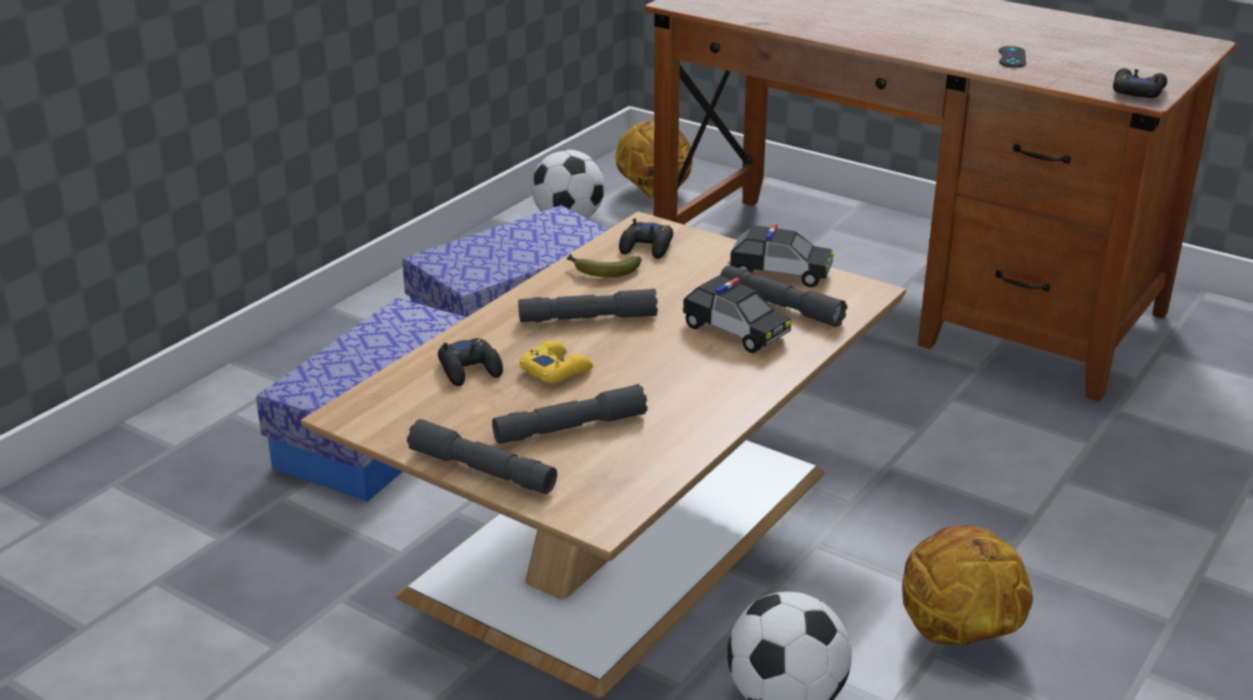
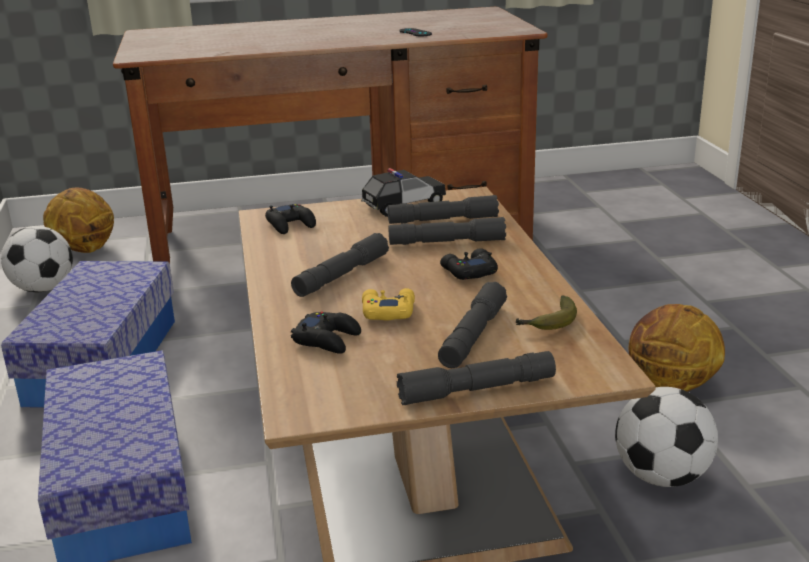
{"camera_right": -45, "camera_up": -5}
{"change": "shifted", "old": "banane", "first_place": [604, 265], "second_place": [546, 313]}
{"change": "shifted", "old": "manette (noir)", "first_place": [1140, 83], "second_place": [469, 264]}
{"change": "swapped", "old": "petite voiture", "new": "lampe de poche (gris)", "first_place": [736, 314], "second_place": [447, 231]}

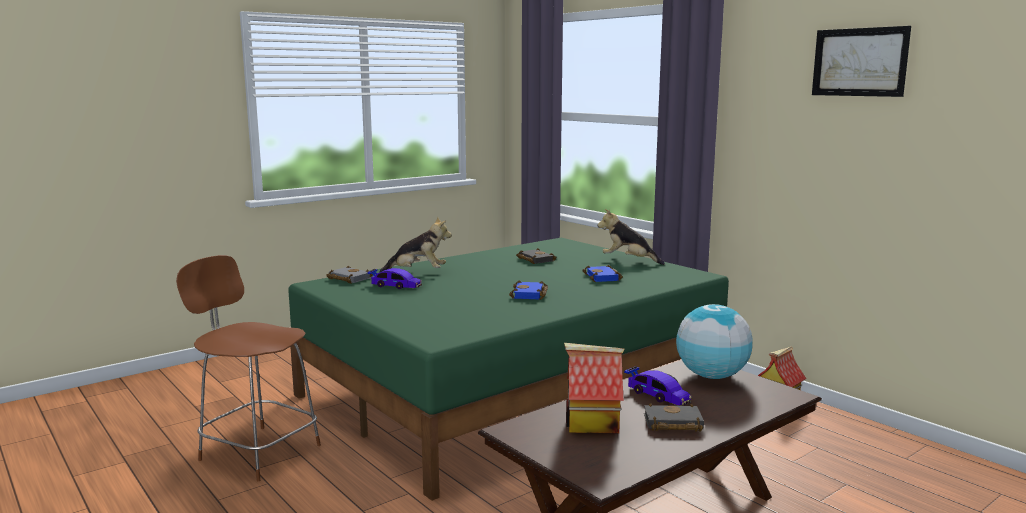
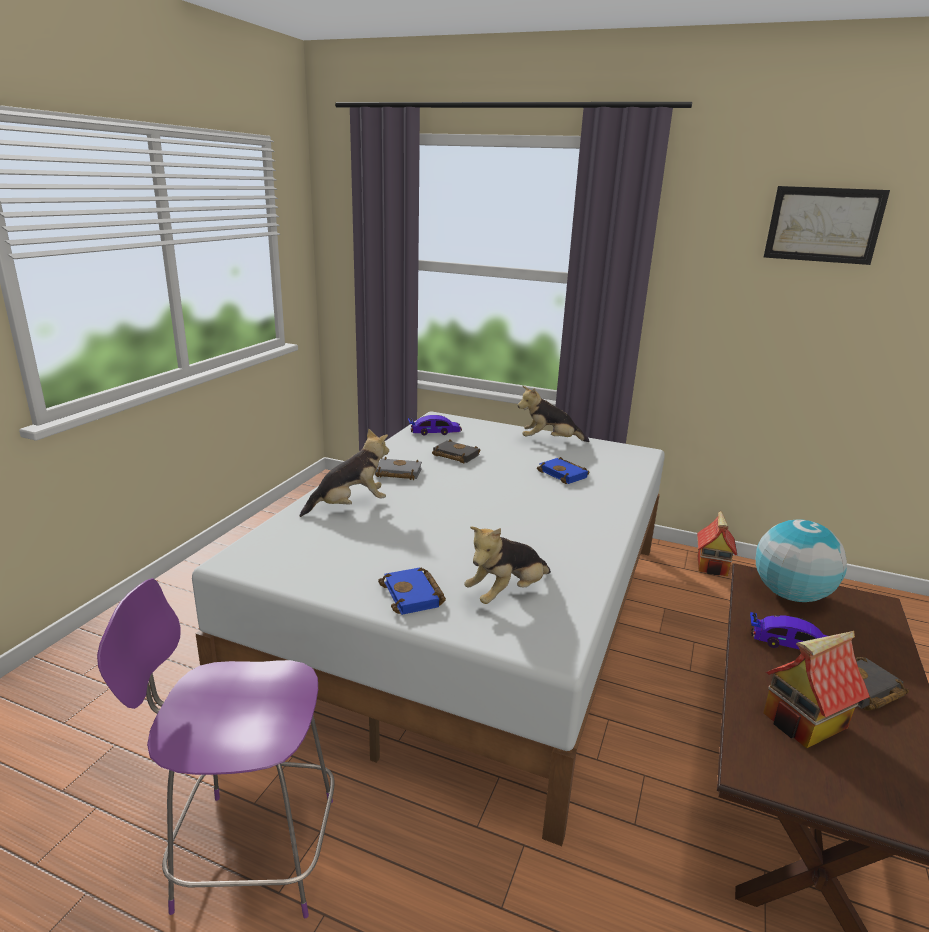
{"camera_right": -30, "camera_up": 10}
{"change": "new", "new": "peluche", "second_place": [507, 565]}
{"change": "shifted", "old": "livre (gris)", "first_place": [349, 275], "second_place": [398, 468]}
{"change": "shifted", "old": "petite voiture", "first_place": [394, 278], "second_place": [435, 425]}
{"change": "shifted", "old": "livre (bleu)", "first_place": [528, 290], "second_place": [412, 591]}
{"change": "repainted", "old": "tabouret (marron)", "new": "tabouret (violet)", "first_place": [248, 368], "second_place": [216, 748]}
{"change": "repainted", "old": "lit (vert)", "new": "lit (blanc)", "first_place": [508, 369], "second_place": [428, 628]}

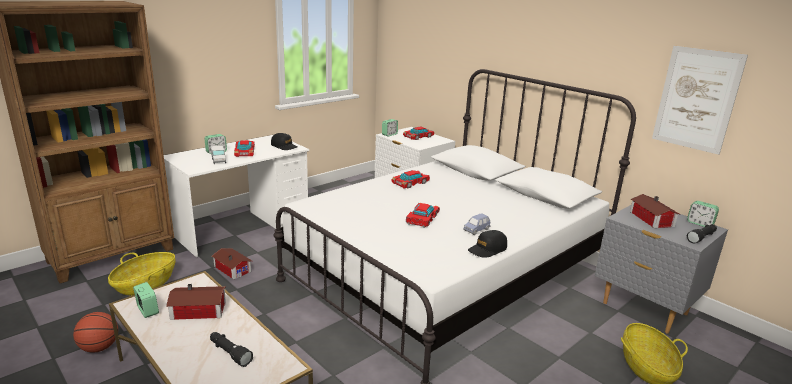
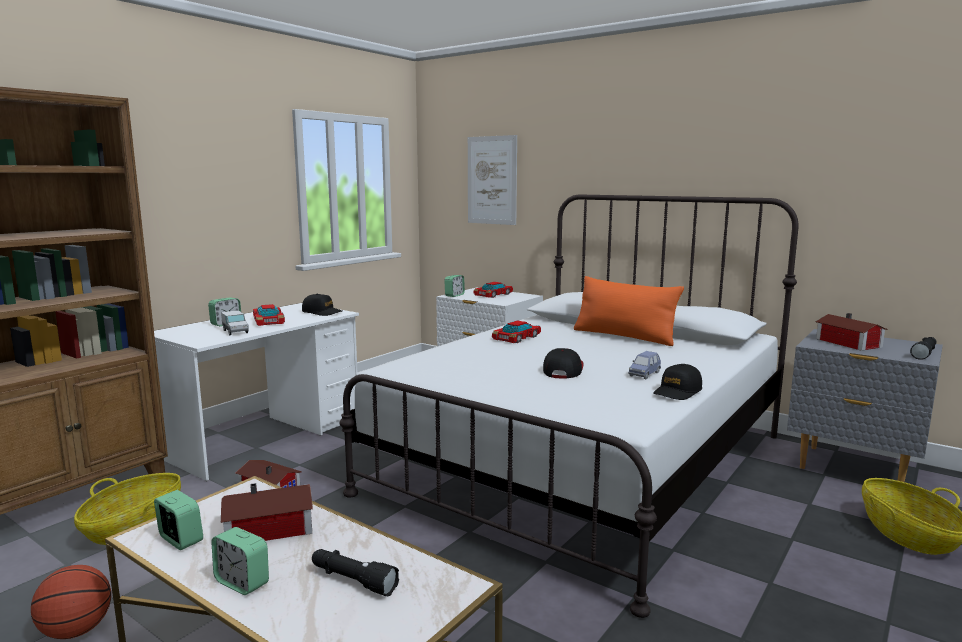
{"camera_right": -10, "camera_up": -10}
{"change": "new", "new": "coussin (orange)", "second_place": [629, 311]}
{"change": "shifted", "old": "tableau", "first_place": [700, 100], "second_place": [492, 180]}
{"change": "shifted", "old": "réveil", "first_place": [703, 214], "second_place": [240, 561]}
{"change": "swapped", "old": "petite voiture", "new": "casquette", "first_place": [423, 215], "second_place": [563, 363]}

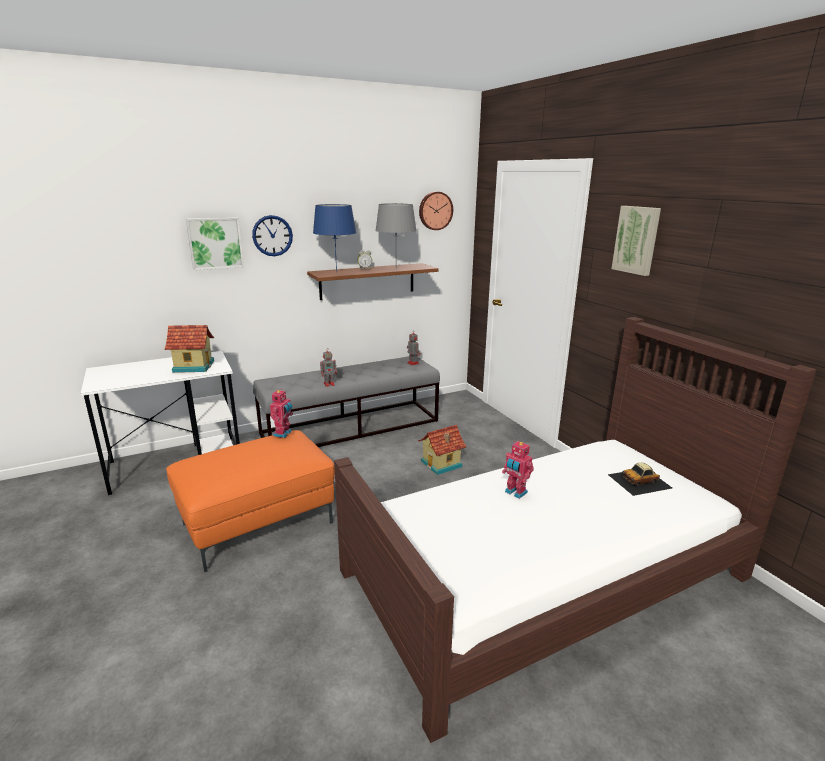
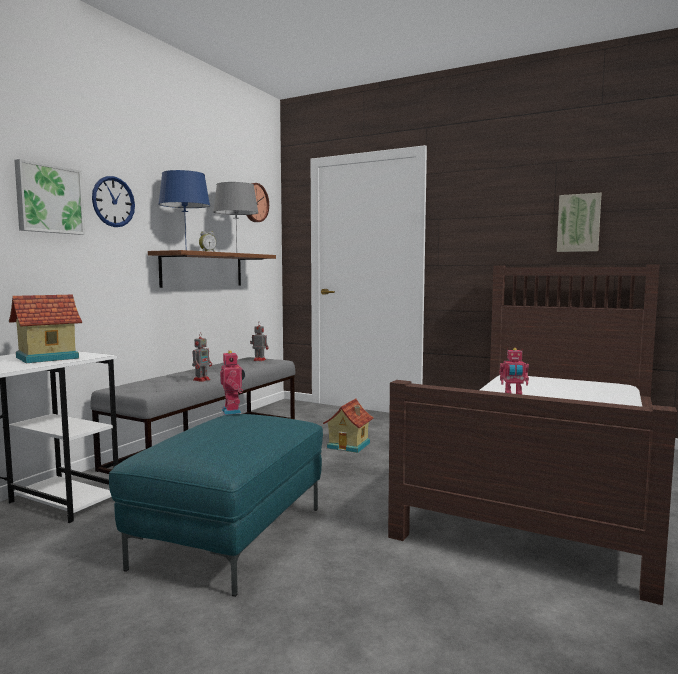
{"camera_right": -35, "camera_up": -15}
{"change": "gone", "old": "petite voiture", "first_place": [640, 479]}
{"change": "shifted", "old": "tableau", "first_place": [636, 241], "second_place": [579, 222]}
{"change": "repainted", "old": "pouf (orange)", "new": "pouf (turquoise)", "first_place": [250, 501], "second_place": [216, 505]}

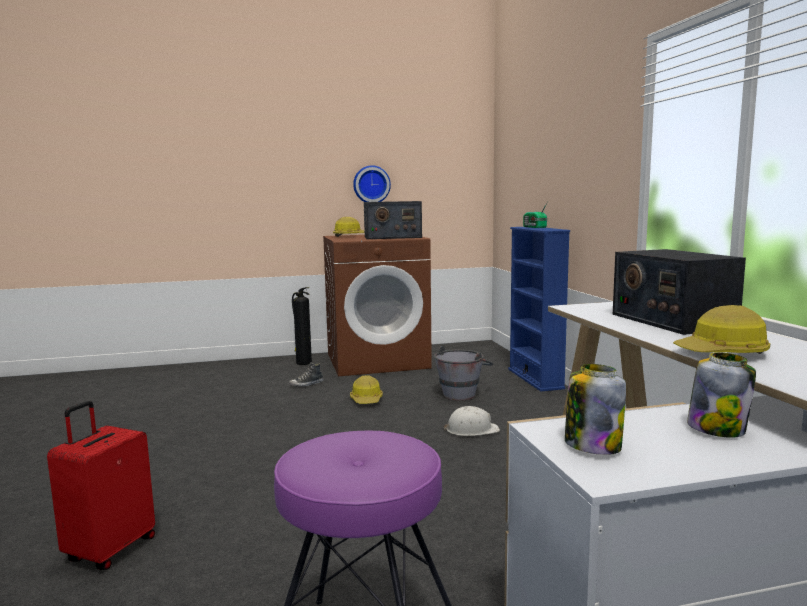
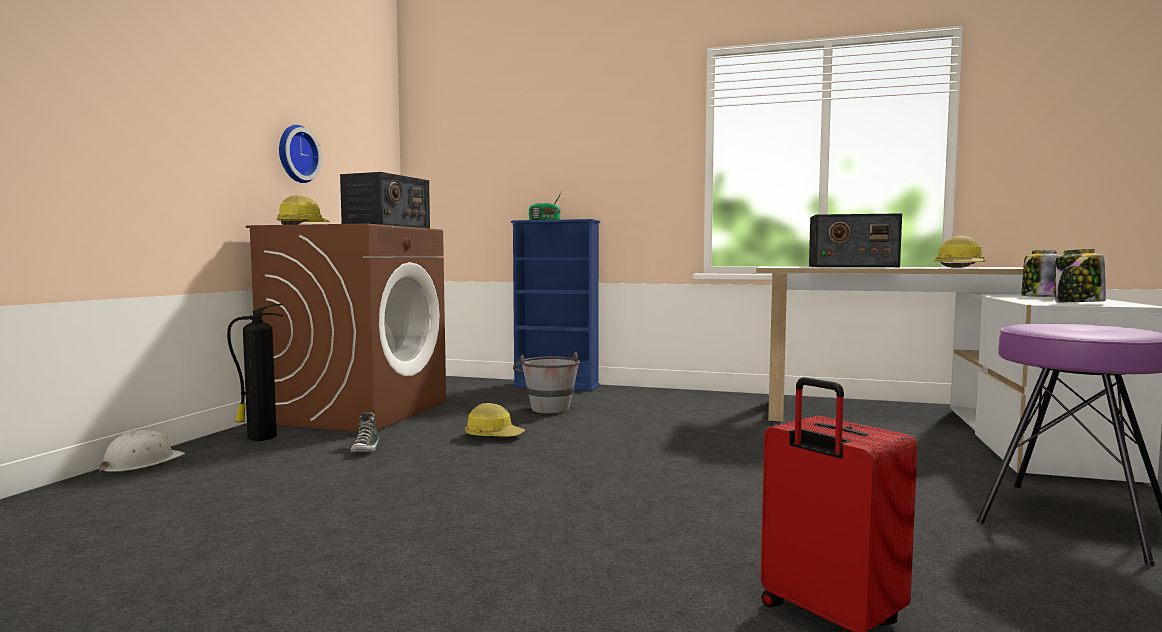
{"camera_right": -60, "camera_up": -5}
{"change": "shifted", "old": "casque de chantier (blanc)", "first_place": [471, 421], "second_place": [142, 452]}

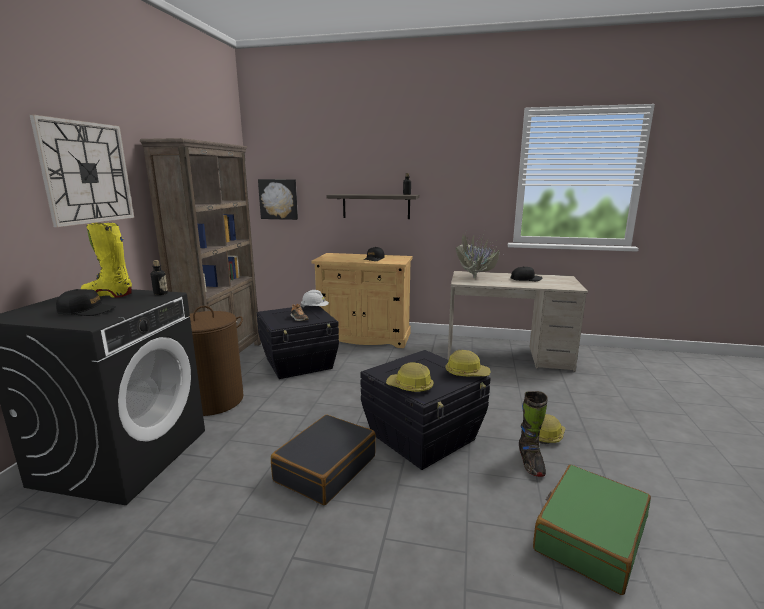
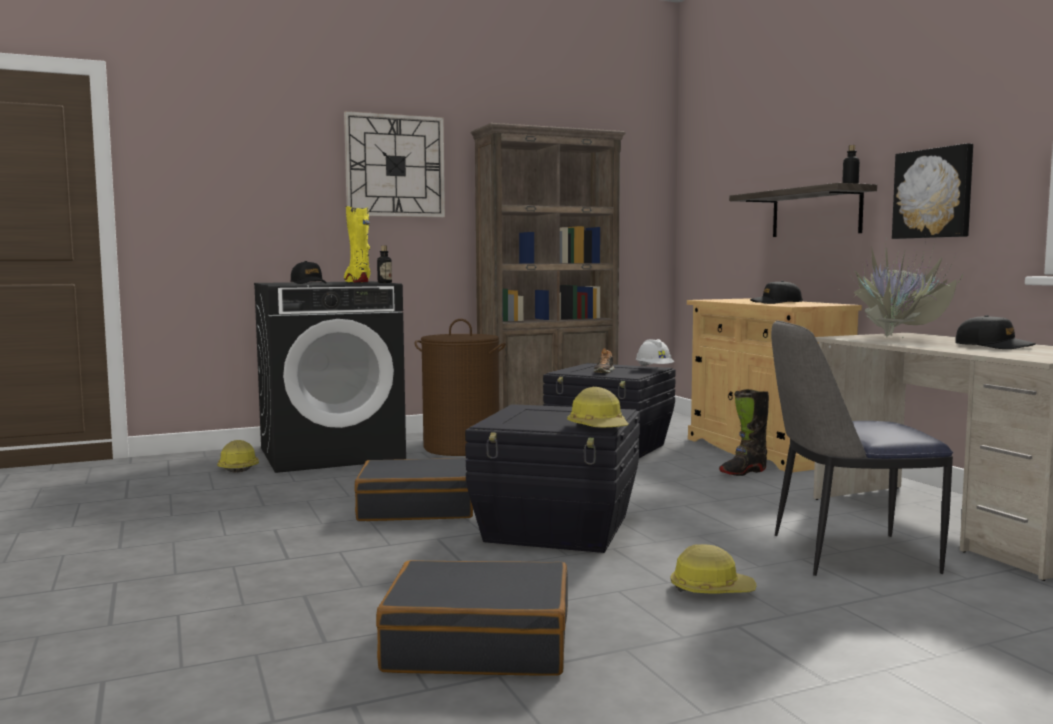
{"camera_right": 55, "camera_up": -10}
{"change": "new", "new": "chaise", "second_place": [862, 448]}
{"change": "shifted", "old": "tableau", "first_place": [278, 199], "second_place": [932, 191]}
{"change": "shifted", "old": "casque de chantier", "first_place": [410, 377], "second_place": [238, 456]}
{"change": "shifted", "old": "botte (noir)", "first_place": [533, 434], "second_place": [744, 432]}
{"change": "repainted", "old": "valise (vert)", "new": "valise (noir)", "first_place": [592, 530], "second_place": [472, 618]}

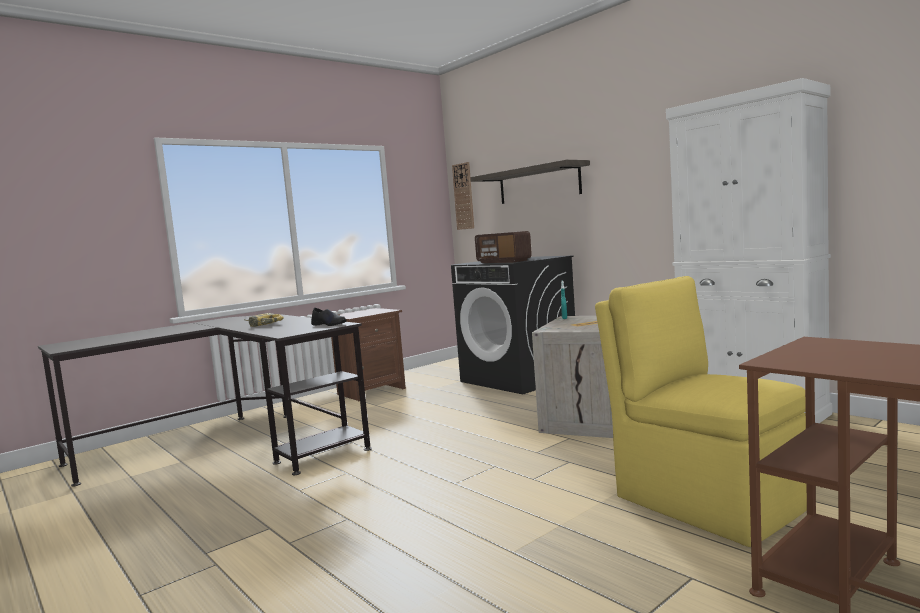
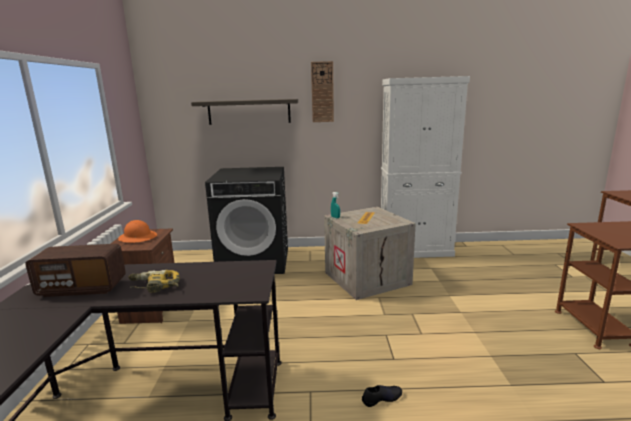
{"camera_right": -50, "camera_up": 10}
{"change": "gone", "old": "chaise (jaune)", "first_place": [701, 411]}
{"change": "new", "new": "casque de chantier (orange)", "second_place": [137, 231]}
{"change": "shifted", "old": "chaussure (noir)", "first_place": [329, 317], "second_place": [382, 396]}
{"change": "shifted", "old": "horloge murale", "first_place": [463, 196], "second_place": [322, 91]}
{"change": "shifted", "old": "radio", "first_place": [503, 247], "second_place": [76, 270]}

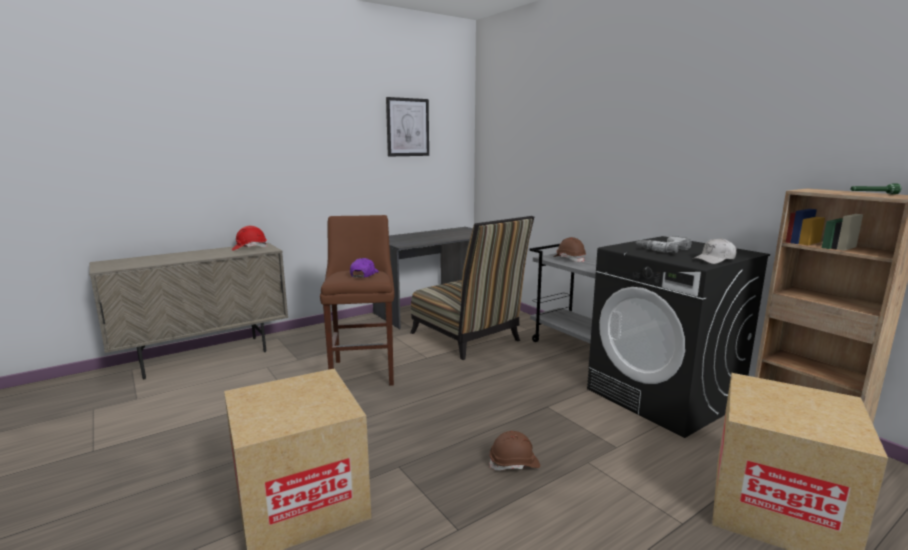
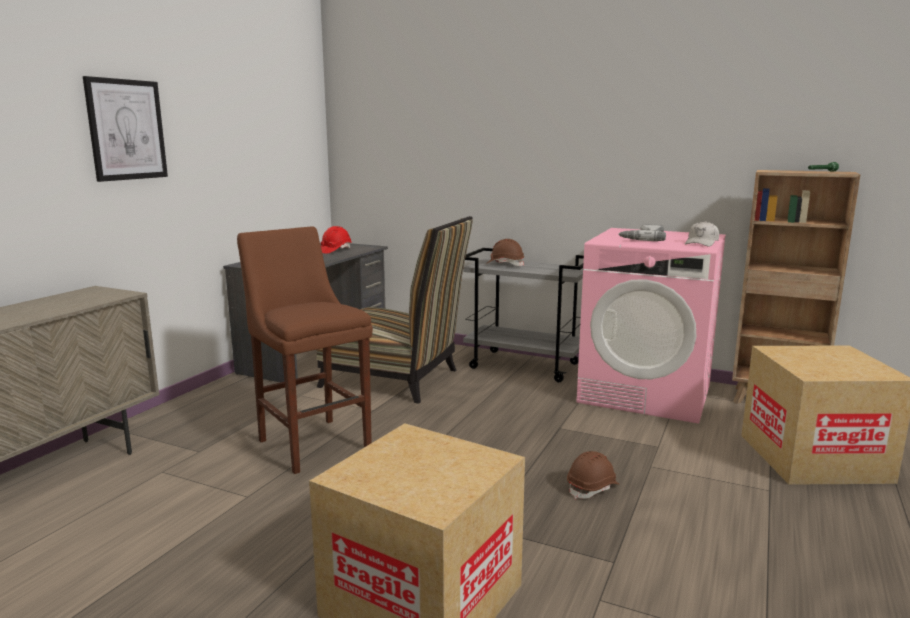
{"camera_right": -30, "camera_up": 0}
{"change": "gone", "old": "casquette (violet)", "first_place": [364, 268]}
{"change": "shifted", "old": "casque de chantier (rouge)", "first_place": [249, 238], "second_place": [336, 240]}
{"change": "shifted", "old": "tableau", "first_place": [407, 127], "second_place": [125, 129]}
{"change": "repainted", "old": "lave-linge (noir)", "new": "lave-linge (rose)", "first_place": [678, 337], "second_place": [651, 326]}

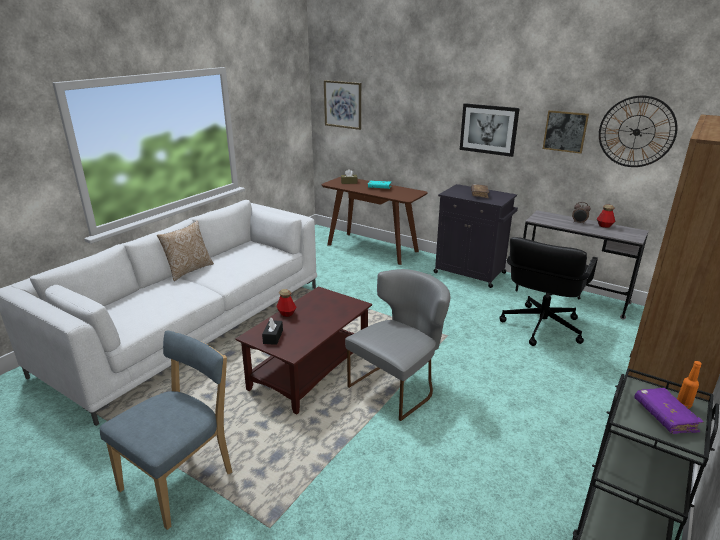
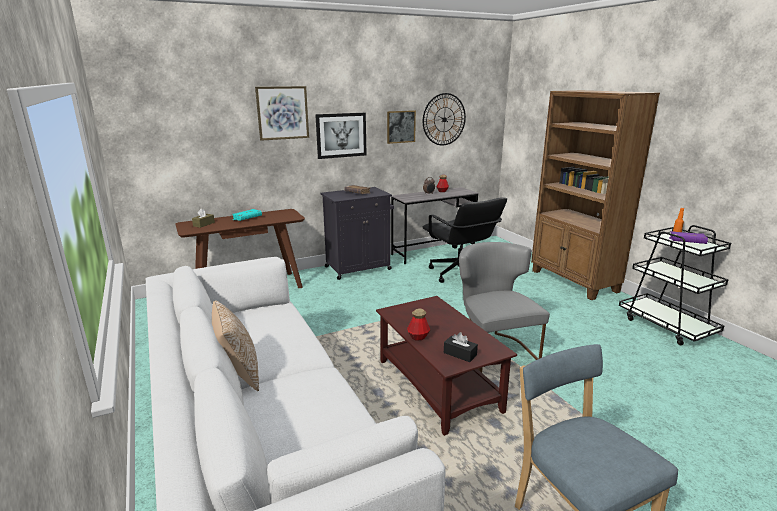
{"camera_right": -60, "camera_up": -5}
{"change": "shifted", "old": "tableau", "first_place": [342, 105], "second_place": [282, 113]}

